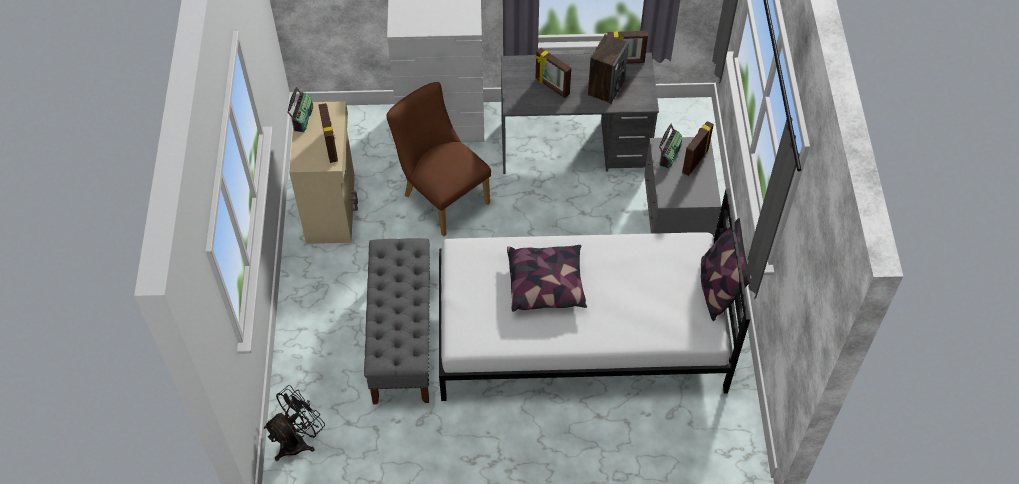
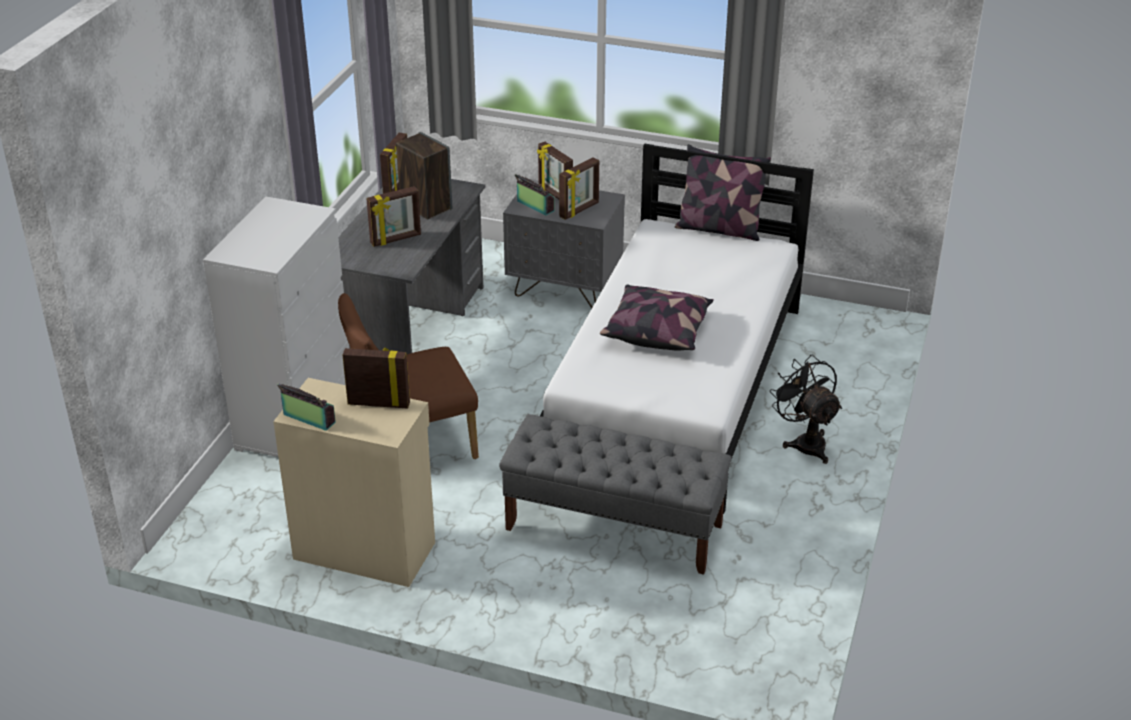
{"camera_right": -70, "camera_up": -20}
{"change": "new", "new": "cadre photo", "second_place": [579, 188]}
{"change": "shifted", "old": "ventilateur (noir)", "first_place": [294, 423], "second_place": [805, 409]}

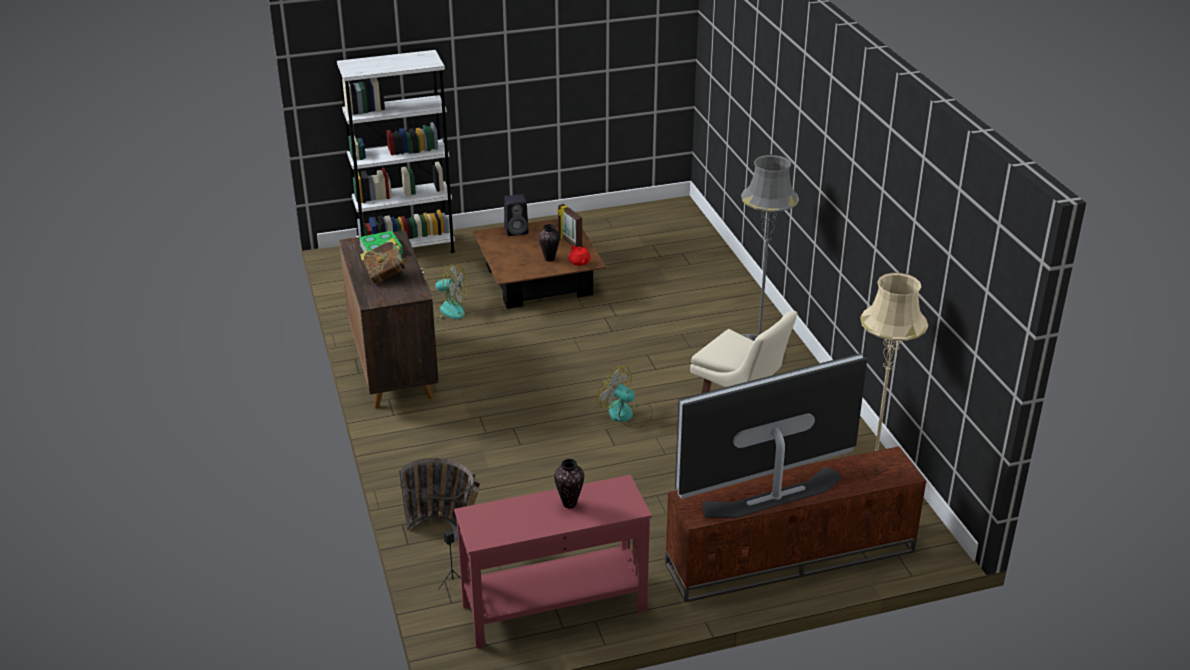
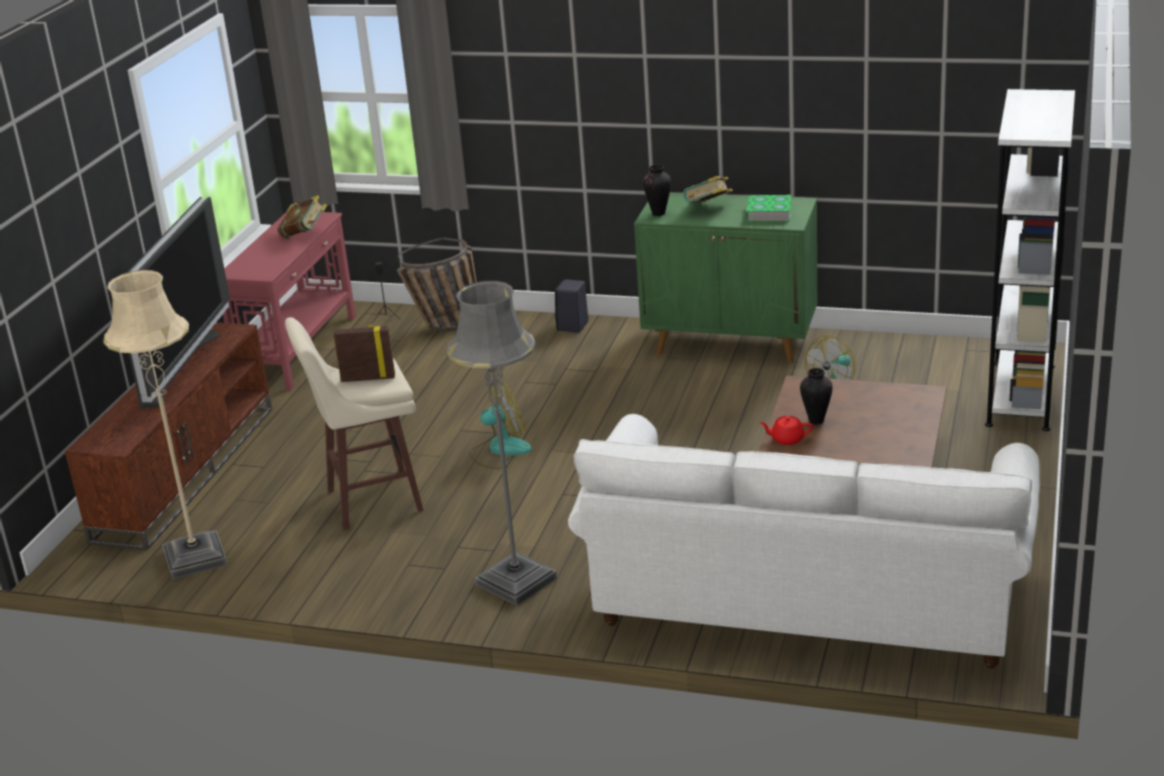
{"camera_right": 125, "camera_up": -5}
{"change": "new", "new": "livre", "second_place": [302, 216]}
{"change": "new", "new": "canapé (blanc)", "second_place": [804, 541]}
{"change": "shifted", "old": "enceinte (noir)", "first_place": [516, 215], "second_place": [572, 306]}
{"change": "shifted", "old": "vase", "first_place": [569, 483], "second_place": [657, 190]}
{"change": "shifted", "old": "cadre photo", "first_place": [569, 225], "second_place": [364, 353]}
{"change": "repainted", "old": "meuble de rangement (marron)", "new": "meuble de rangement (vert)", "first_place": [389, 319], "second_place": [725, 278]}

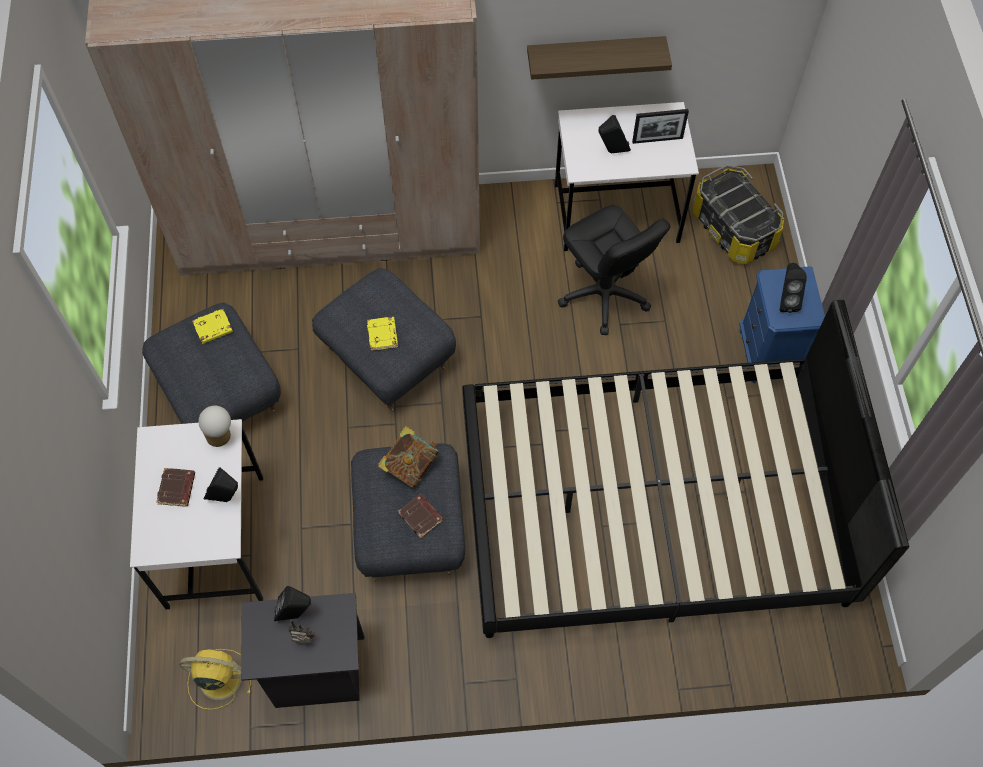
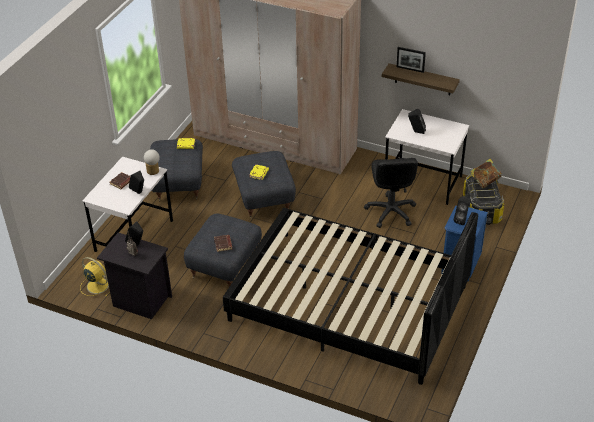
{"camera_right": 30, "camera_up": -20}
{"change": "shifted", "old": "livre", "first_place": [408, 457], "second_place": [486, 173]}
{"change": "shifted", "old": "cadre photo", "first_place": [660, 126], "second_place": [411, 60]}

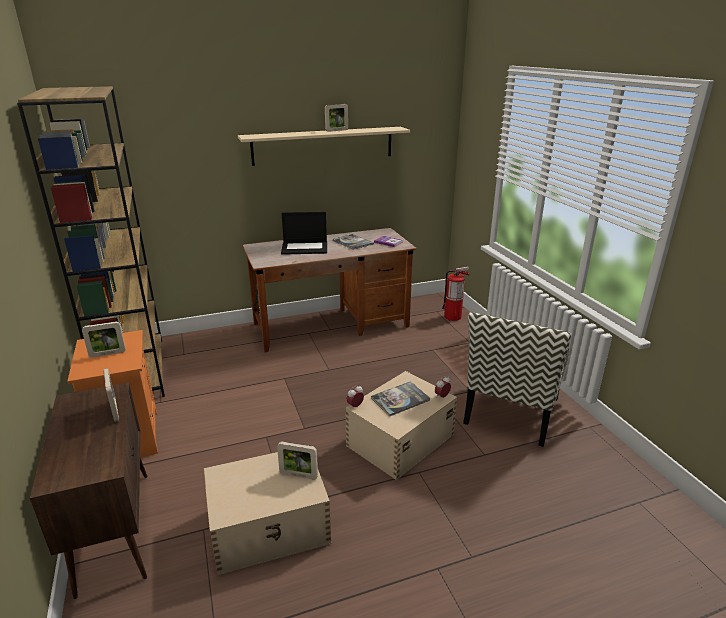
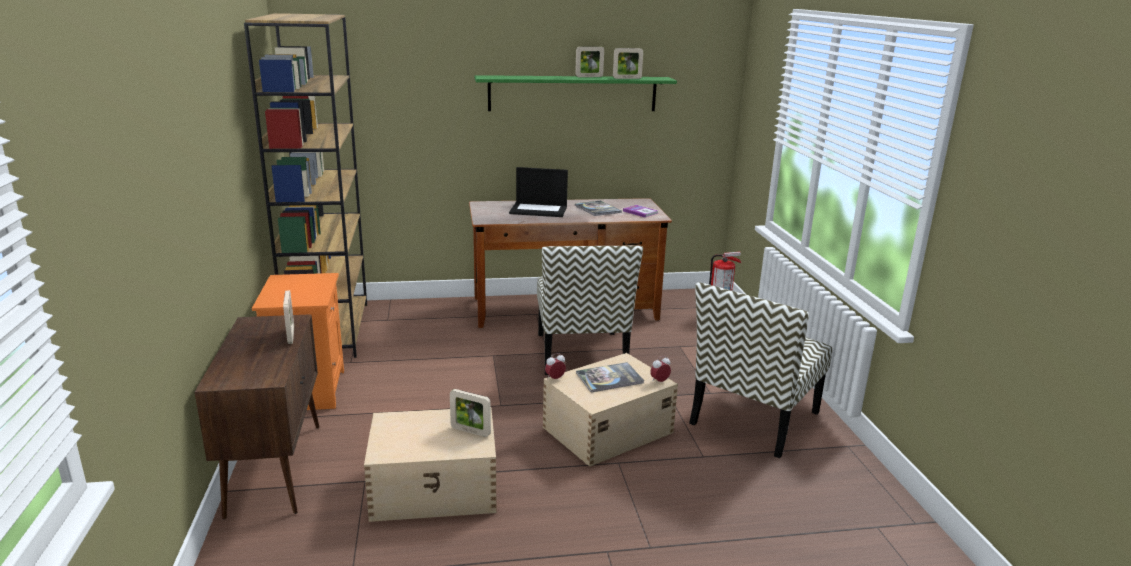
{"camera_right": 10, "camera_up": -5}
{"change": "new", "new": "chaise", "second_place": [590, 310]}
{"change": "shifted", "old": "cadre photo", "first_place": [103, 339], "second_place": [628, 63]}
{"change": "repainted", "old": "étagère (beige)", "new": "étagère (vert)", "first_place": [324, 146], "second_place": [575, 93]}

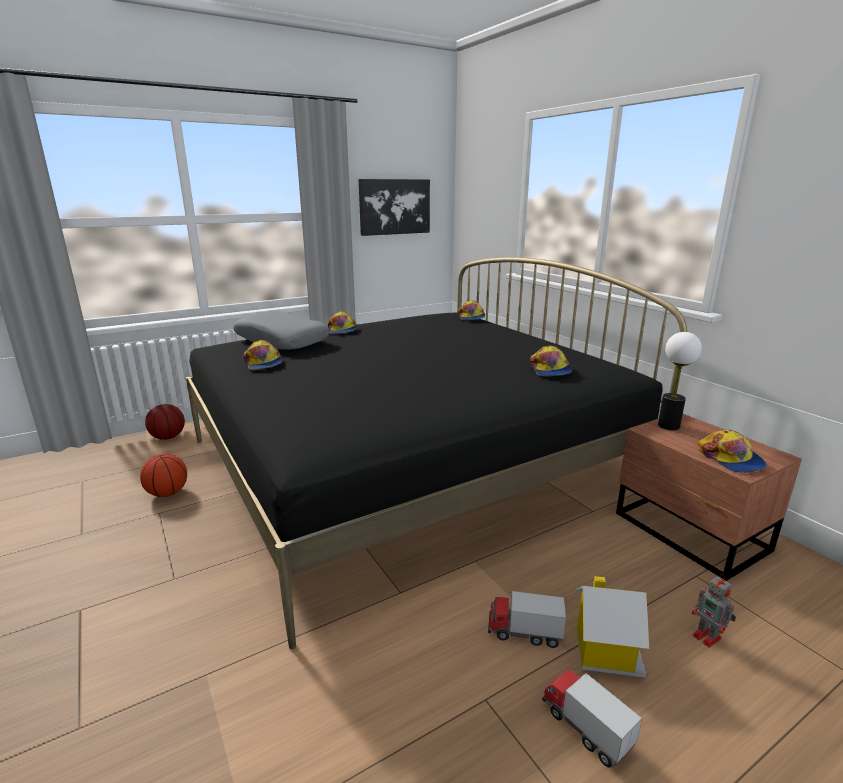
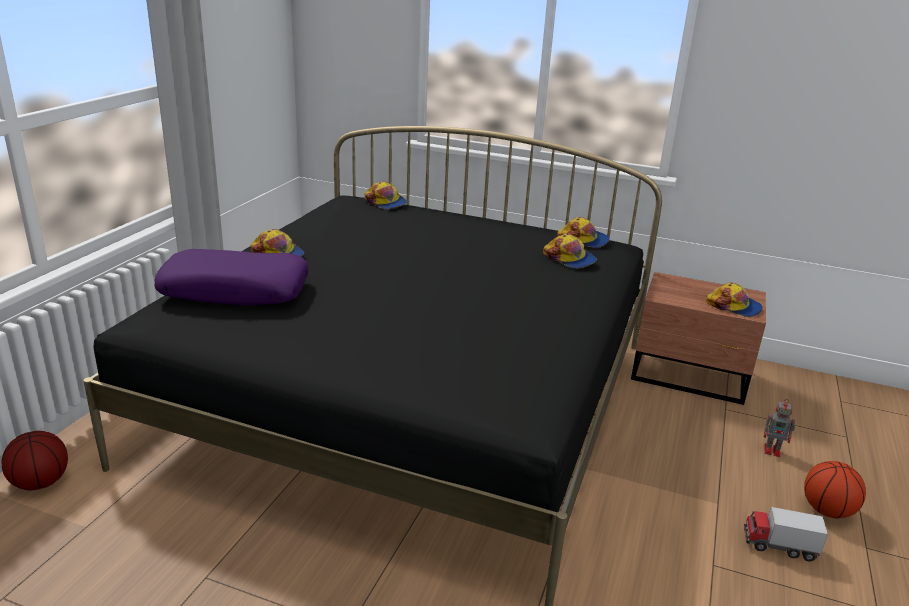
{"camera_right": -40, "camera_up": 5}
{"change": "gone", "old": "tableau", "first_place": [394, 207]}
{"change": "gone", "old": "camion jouet", "first_place": [527, 619]}
{"change": "gone", "old": "maison miniature", "first_place": [612, 627]}
{"change": "gone", "old": "lampe de table", "first_place": [680, 381]}
{"change": "shifted", "old": "ballon de basket", "first_place": [163, 475], "second_place": [835, 489]}
{"change": "shifted", "old": "casquette", "first_place": [263, 355], "second_place": [583, 232]}
{"change": "repainted", "old": "coussin (gris)", "new": "coussin (violet)", "first_place": [281, 331], "second_place": [231, 277]}

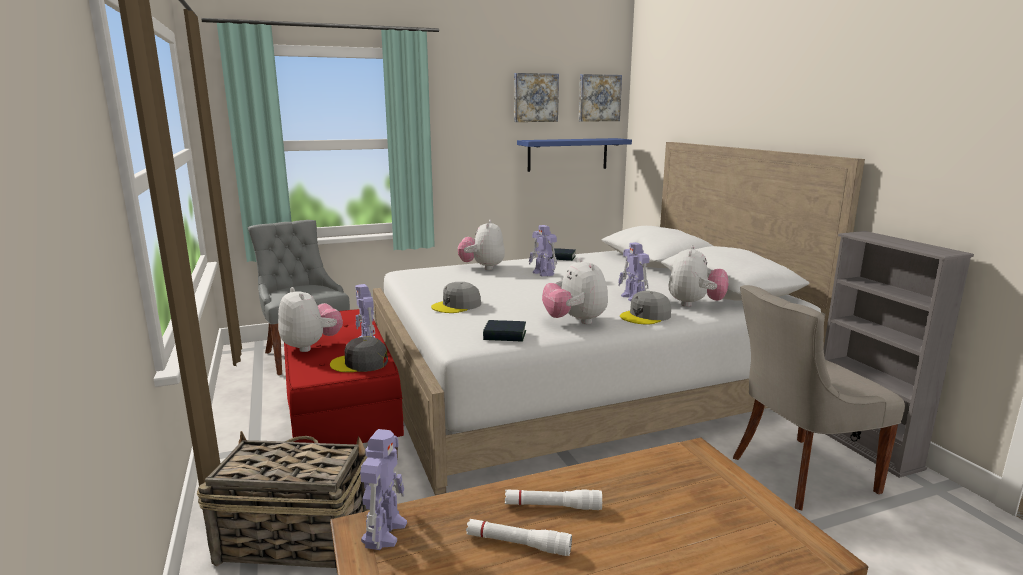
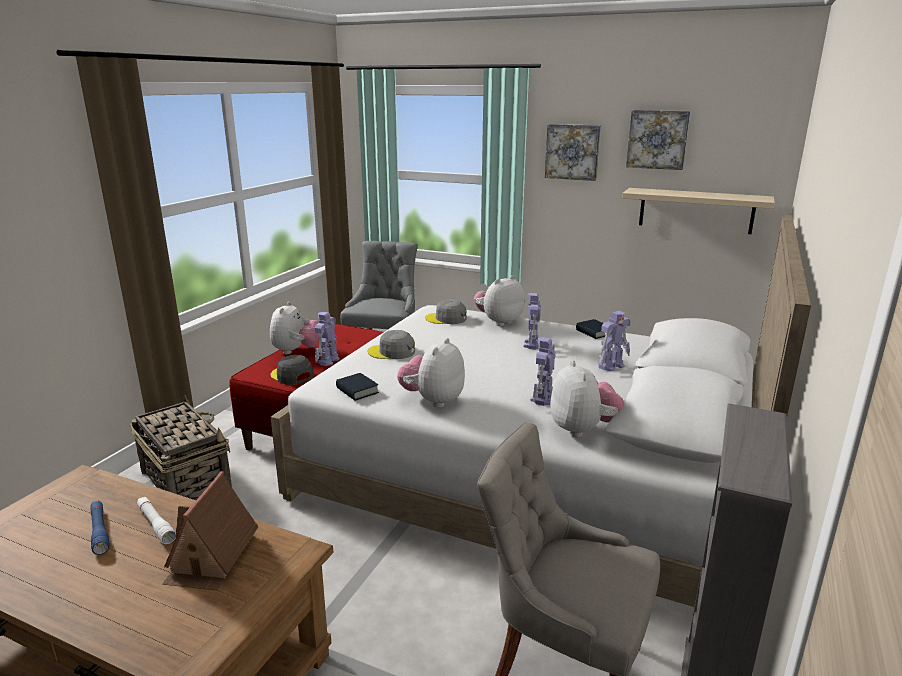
{"camera_right": 45, "camera_up": 5}
{"change": "new", "new": "maison miniature", "second_place": [210, 531]}
{"change": "shifted", "old": "robot jouet", "first_place": [383, 489], "second_place": [614, 341]}
{"change": "shifted", "old": "tableau", "first_place": [600, 98], "second_place": [573, 152]}
{"change": "shifted", "old": "casquette (gris)", "first_place": [645, 307], "second_place": [446, 311]}
{"change": "repainted", "old": "lampe de poche (blanc)", "new": "lampe de poche (bleu)", "first_place": [519, 537], "second_place": [100, 528]}
{"change": "repainted", "old": "étagère (bleu)", "new": "étagère (beige)", "first_place": [574, 155], "second_place": [698, 211]}
{"change": "rotated", "old": "peluche", "first_place": [699, 276], "second_place": [587, 398], "degrees": -75}

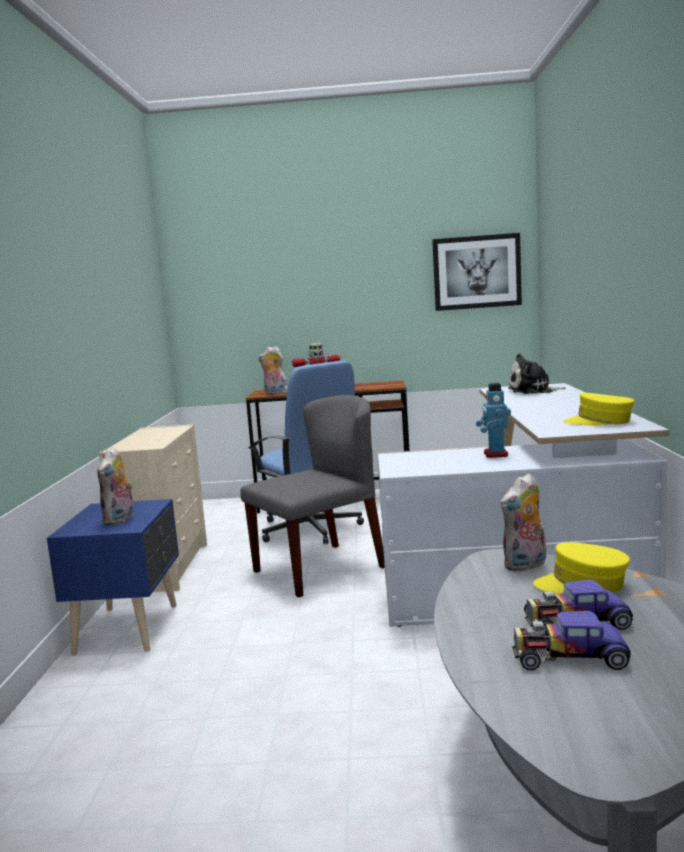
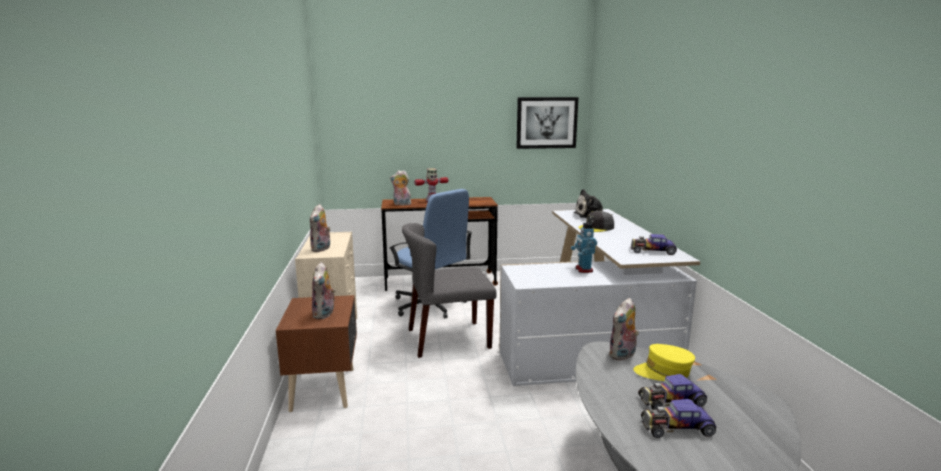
{"camera_right": -10, "camera_up": 5}
{"change": "new", "new": "peluche", "second_place": [320, 228]}
{"change": "new", "new": "casquette (gris)", "second_place": [596, 221]}
{"change": "swapped", "old": "casquette (jaune)", "new": "petite voiture", "first_place": [599, 409], "second_place": [654, 244]}
{"change": "repainted", "old": "table de chevet (bleu)", "new": "table de chevet (marron)", "first_place": [113, 577], "second_place": [316, 353]}
{"change": "rotated", "old": "chaise (gris)", "first_place": [312, 496], "second_place": [449, 290], "degrees": -150}

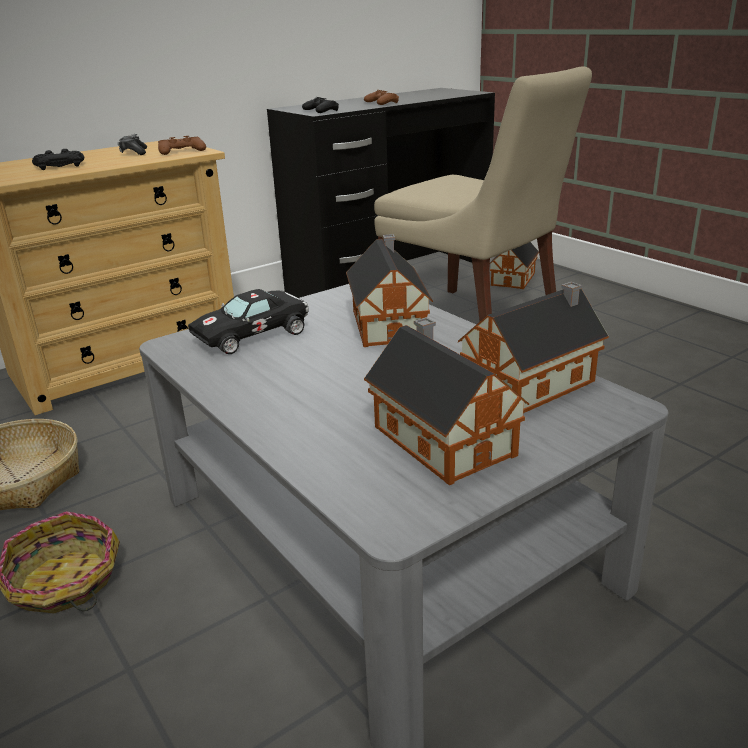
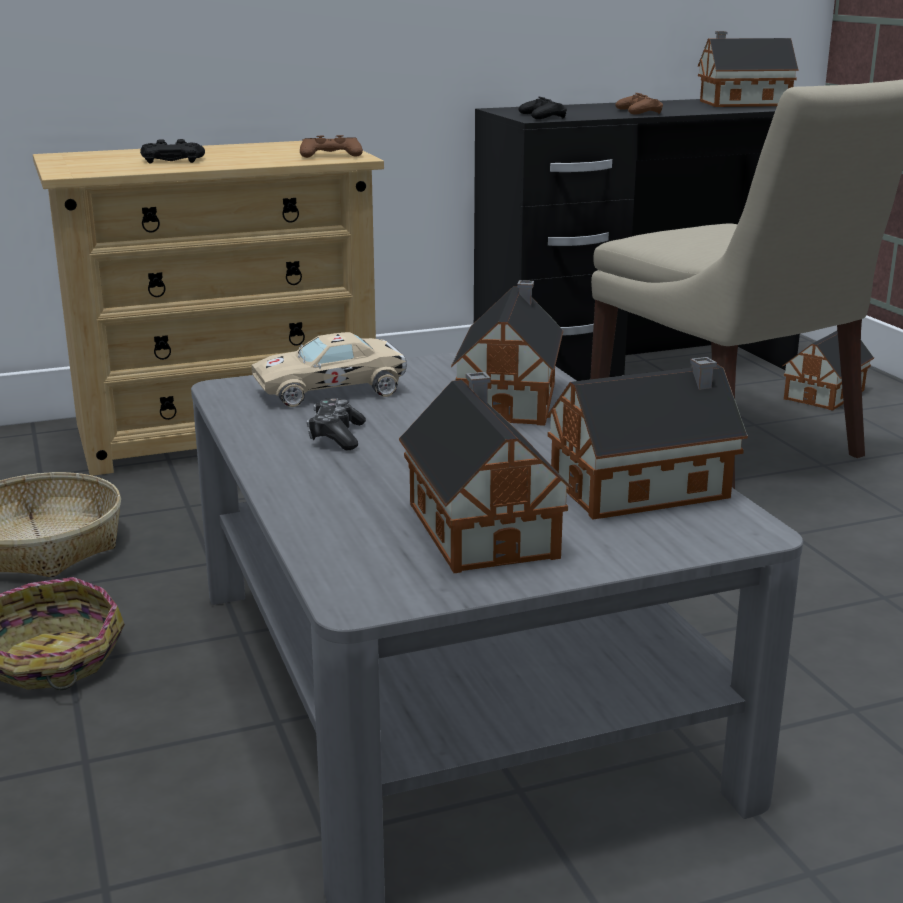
{"camera_right": 15, "camera_up": -5}
{"change": "new", "new": "maison miniature", "second_place": [748, 69]}
{"change": "shifted", "old": "manette", "first_place": [132, 144], "second_place": [336, 424]}
{"change": "repainted", "old": "petite voiture (noir)", "new": "petite voiture (beige)", "first_place": [248, 321], "second_place": [329, 369]}

